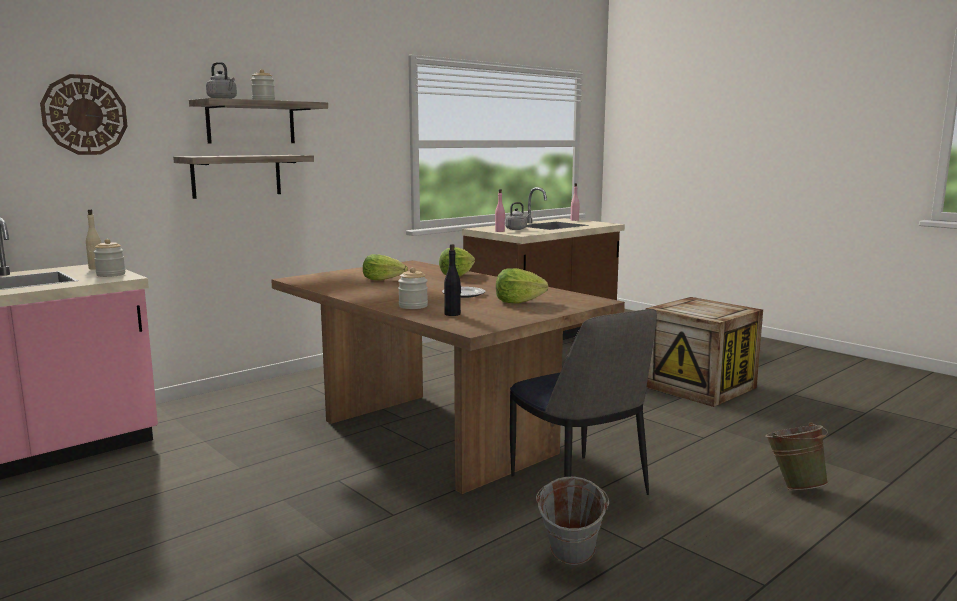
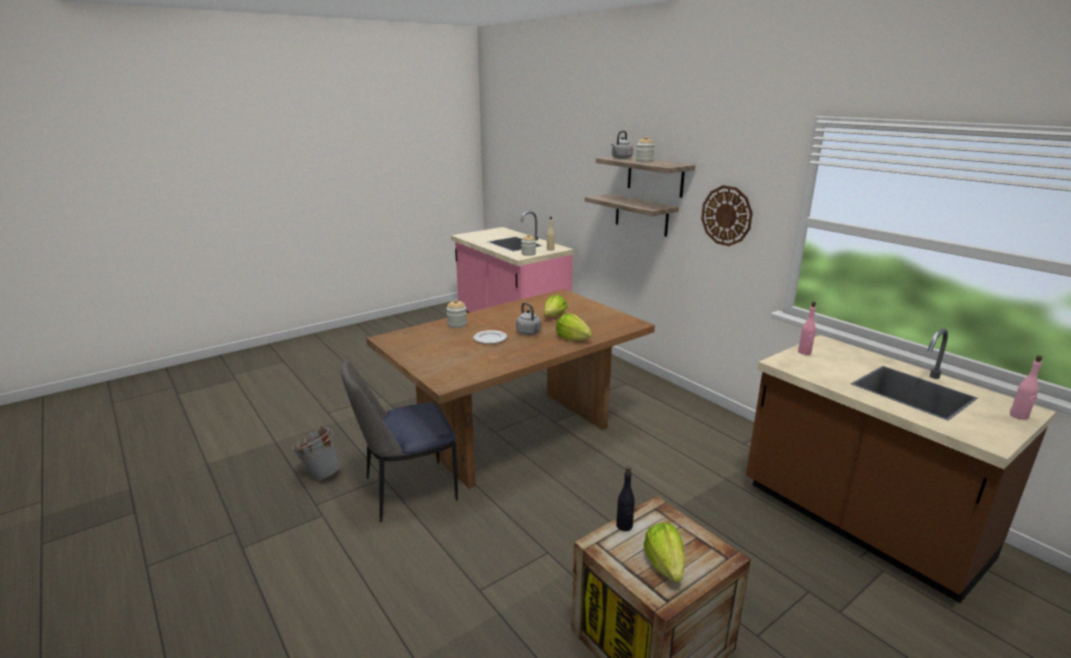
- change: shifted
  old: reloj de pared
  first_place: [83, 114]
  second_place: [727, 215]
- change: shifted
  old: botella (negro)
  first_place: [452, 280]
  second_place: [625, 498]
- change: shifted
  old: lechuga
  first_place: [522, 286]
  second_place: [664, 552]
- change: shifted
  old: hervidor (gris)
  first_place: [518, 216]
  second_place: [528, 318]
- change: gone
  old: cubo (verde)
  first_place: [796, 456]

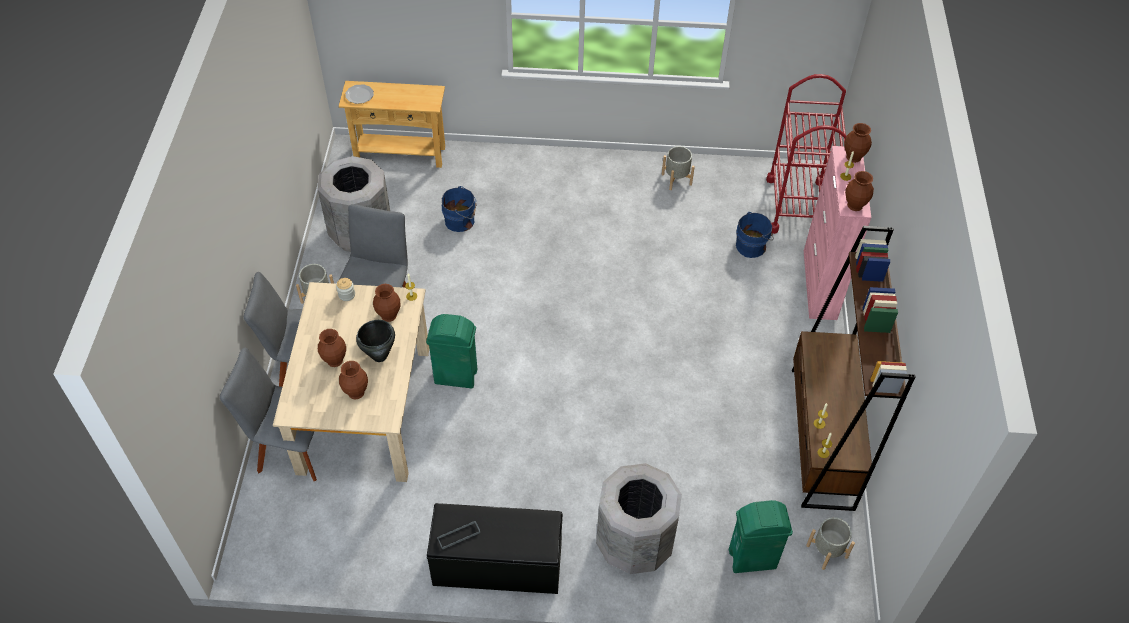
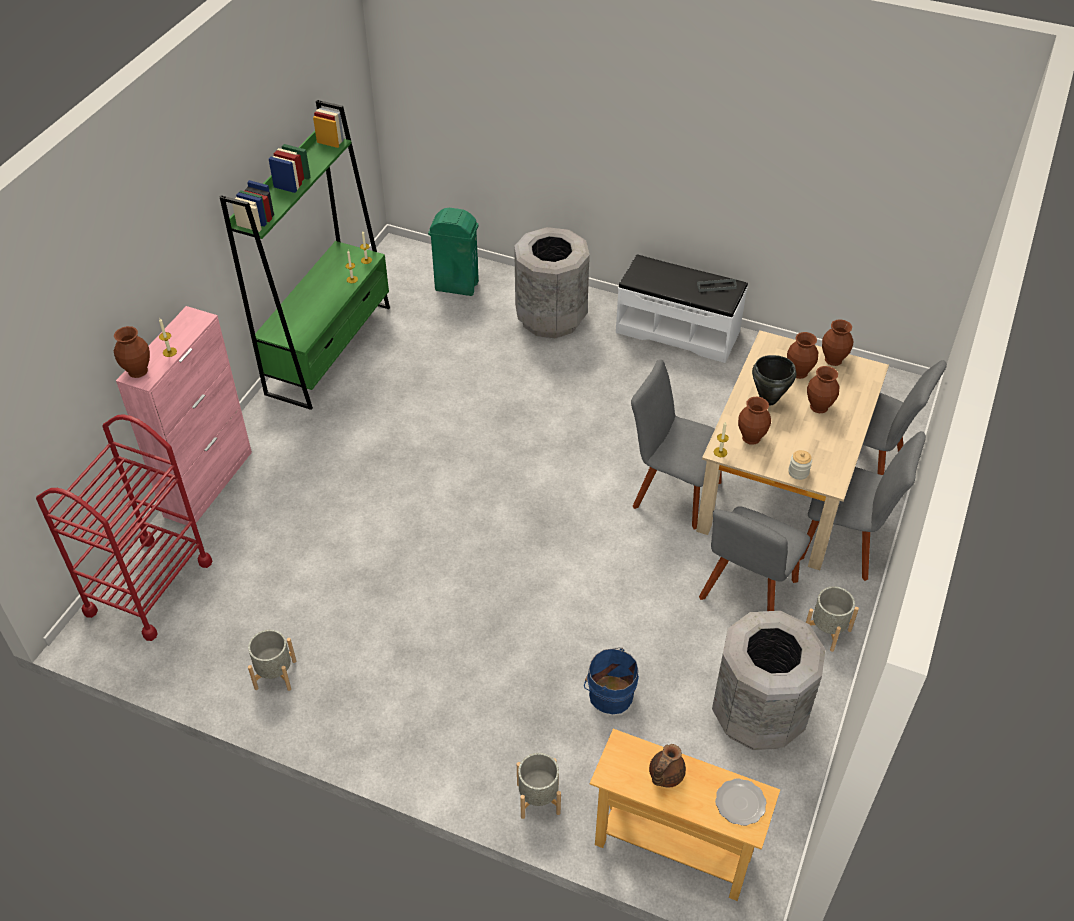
- change: swapped
  old: papelera (verde)
  new: silla (gris)
  first_place: [451, 351]
  second_place: [676, 444]
- change: repainted
  old: banco (negro)
  new: banco (blanco)
  first_place: [495, 548]
  second_place: [682, 308]
- change: gone
  old: cubo (azul)
  first_place: [755, 235]
- change: repainted
  old: estantería (marrón)
  new: estantería (verde)
  first_place: [854, 368]
  second_place: [305, 255]
- change: shifted
  old: maceta (gris)
  first_place: [830, 543]
  second_place: [539, 786]
- change: shifted
  old: florero (marrón)
  first_place: [859, 191]
  second_place: [838, 342]
- change: new
  new: tetera (marrón)
  second_place: [667, 766]

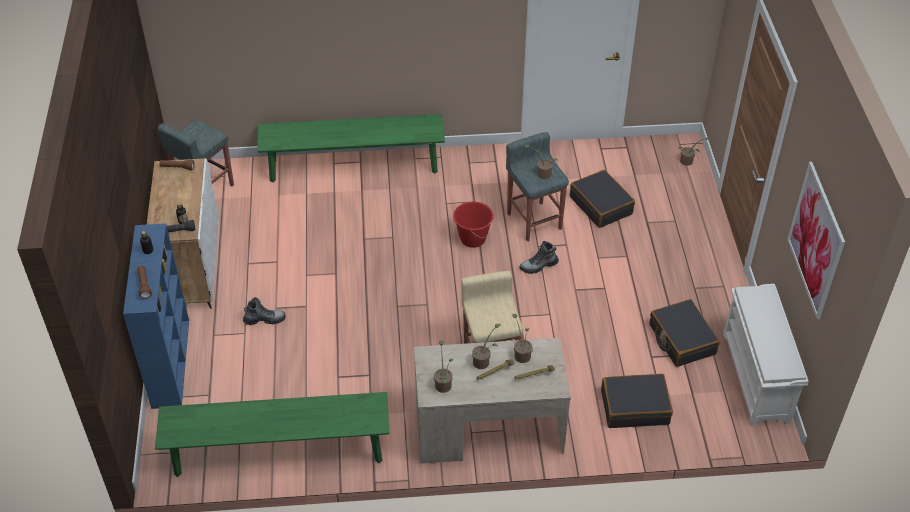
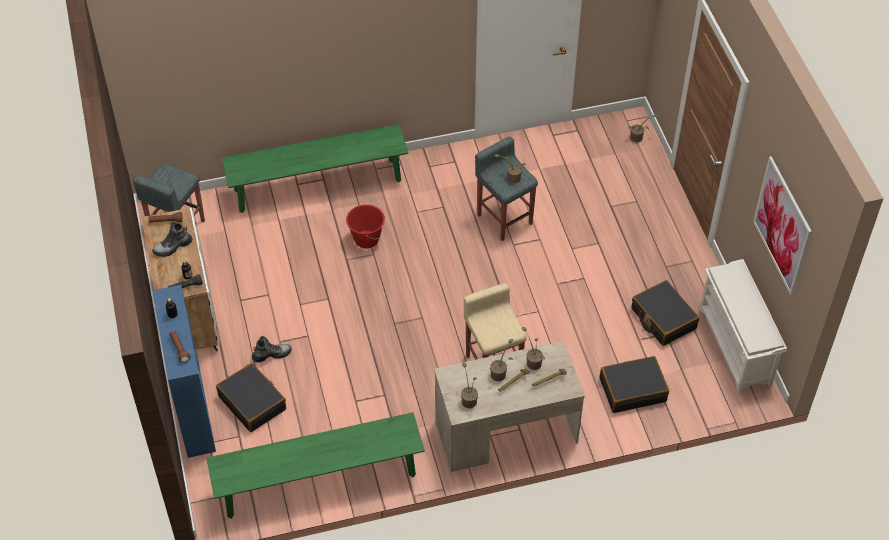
- change: shifted
  old: cubo (rojo)
  first_place: [473, 225]
  second_place: [365, 226]
- change: shifted
  old: bota
  first_place: [539, 257]
  second_place: [172, 239]
- change: shifted
  old: maleta (negro)
  first_place: [602, 199]
  second_place: [251, 397]

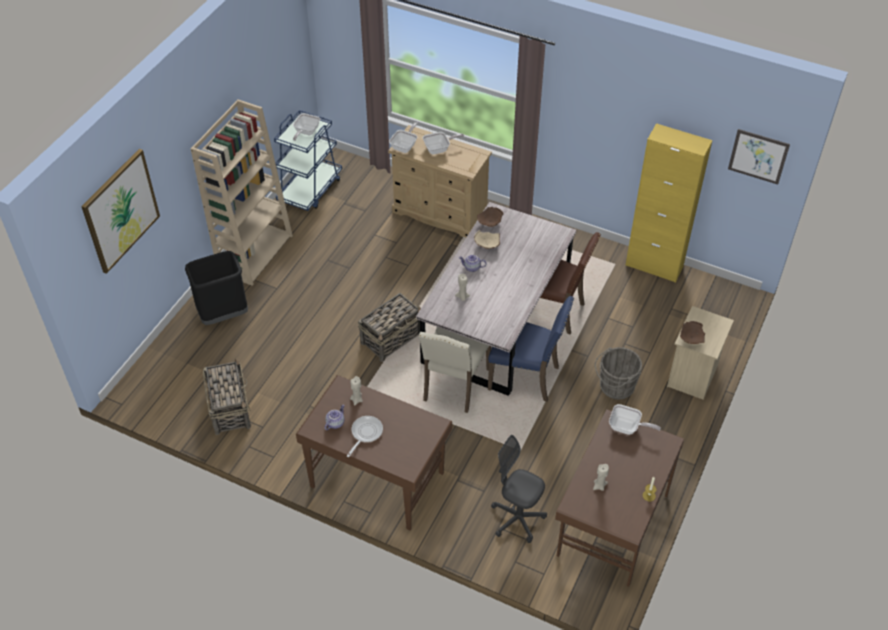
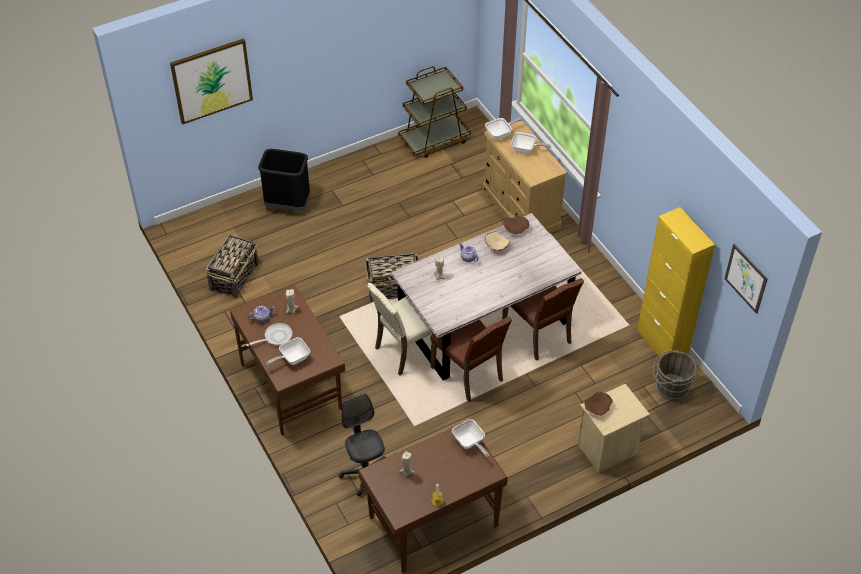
- change: gone
  old: estantería (beis)
  first_place: [241, 192]
- change: repainted
  old: carrito (azul)
  new: carrito (marrón)
  first_place: [308, 160]
  second_place: [434, 112]
- change: shifted
  old: sartén
  first_place: [306, 127]
  second_place: [288, 351]
- change: repainted
  old: silla (azul)
  new: silla (marrón)
  first_place: [531, 349]
  second_place: [471, 359]
- change: shifted
  old: cubo (gris)
  first_place: [618, 373]
  second_place: [675, 374]

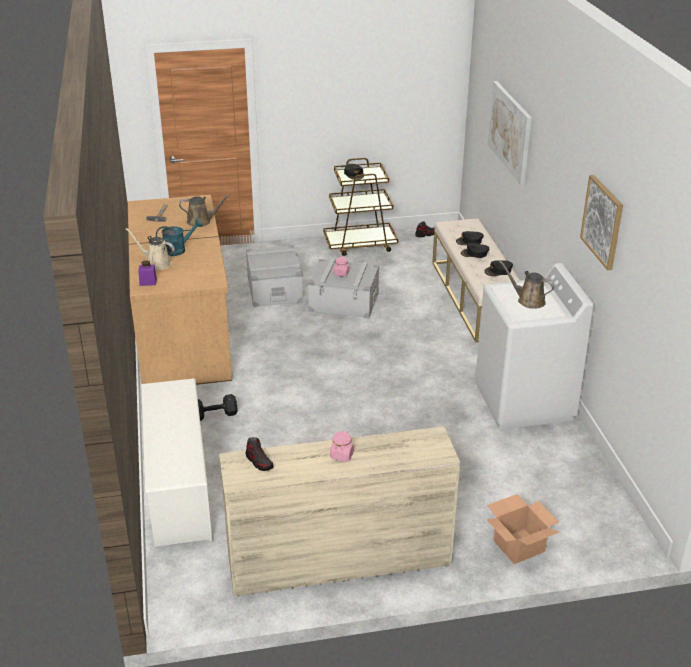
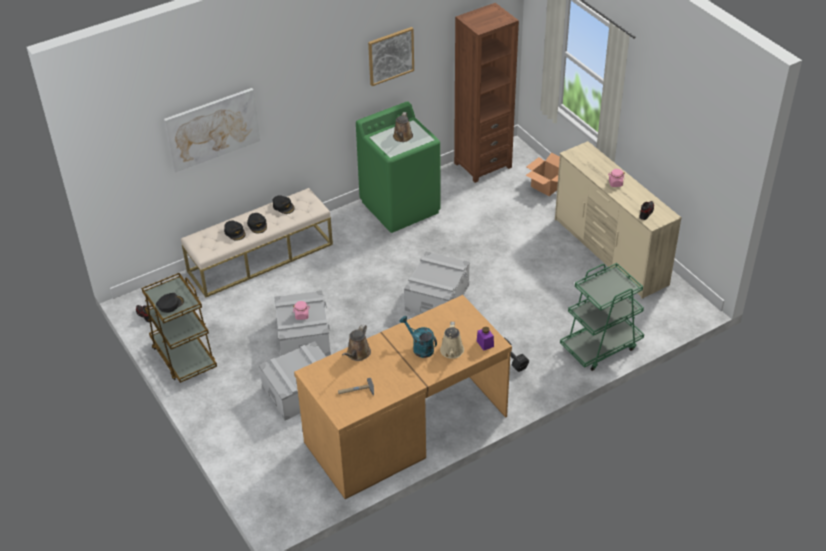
- change: swapped
  old: zapatero (blanco)
  new: carrito (verde)
  first_place: [176, 462]
  second_place: [602, 317]
- change: rotated
  old: regadera (marrón)
  first_place: [204, 210]
  second_place: [356, 342]
  degrees: -135
- change: repainted
  old: lavadora (blanco)
  new: lavadora (verde)
  first_place: [534, 346]
  second_place: [398, 167]
- change: new
  new: caja de almacenaje (gris)
  second_place: [437, 282]
- change: new
  new: estantería (marrón)
  second_place: [486, 93]

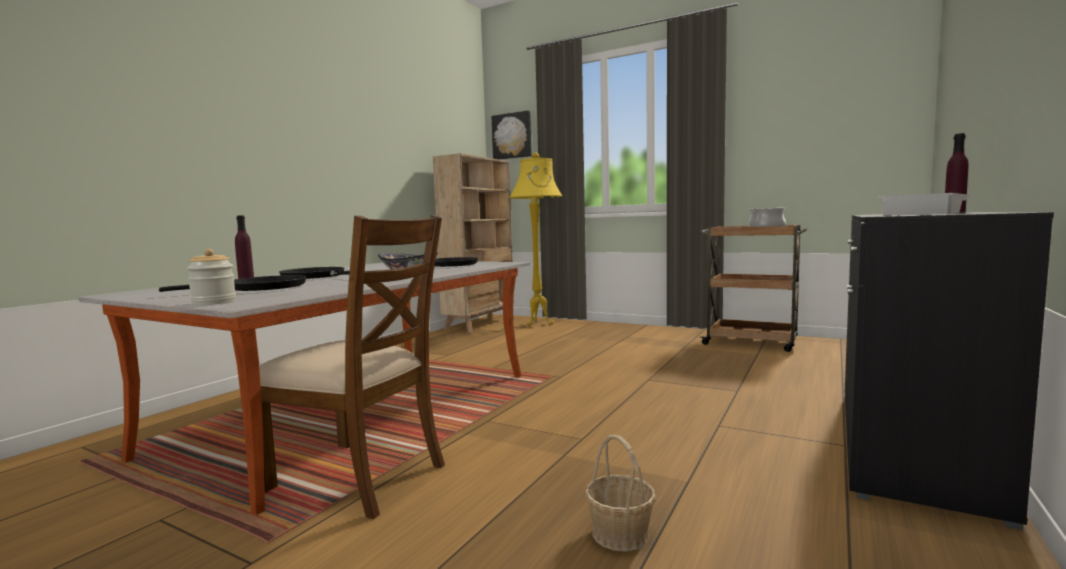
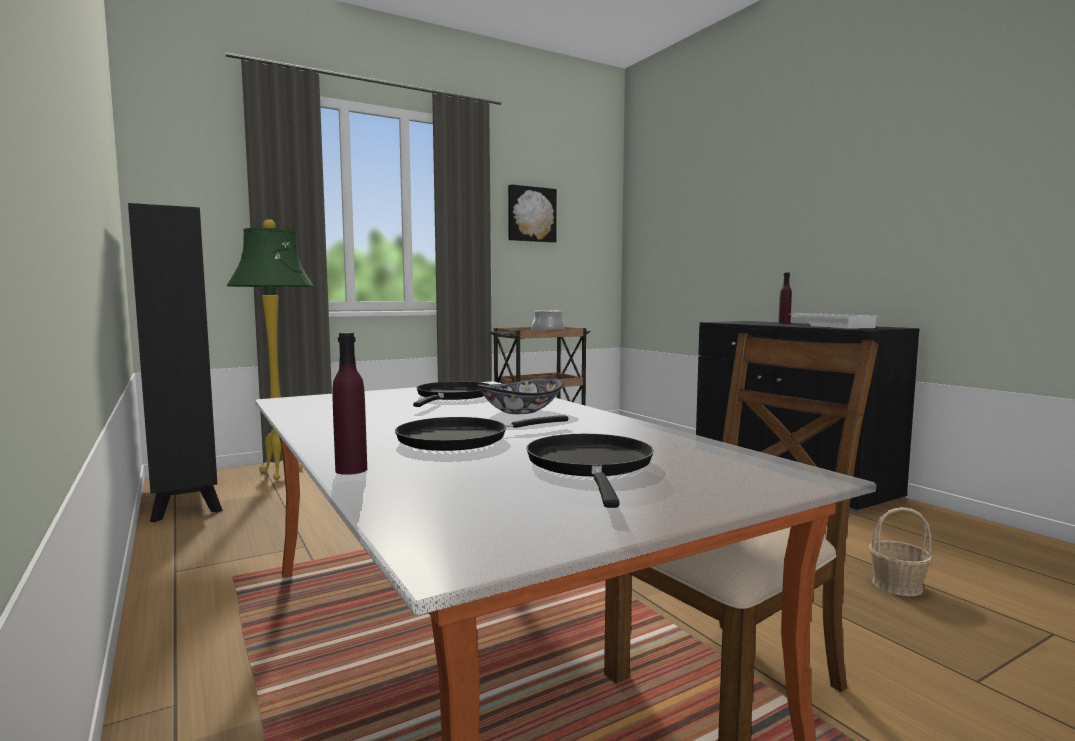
- change: gone
  old: tarro
  first_place: [211, 277]
- change: repainted
  old: estantería (beis)
  new: estantería (negro)
  first_place: [473, 243]
  second_place: [175, 362]
- change: shifted
  old: cuadro
  first_place: [512, 135]
  second_place: [532, 213]
- change: repainted
  old: lámpara de pie (amarillo)
  new: lámpara de pie (verde)
  first_place: [535, 239]
  second_place: [270, 349]

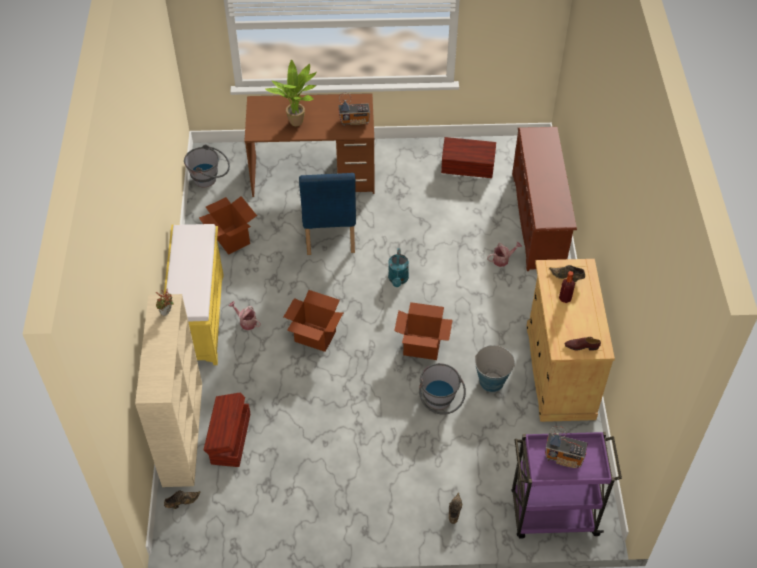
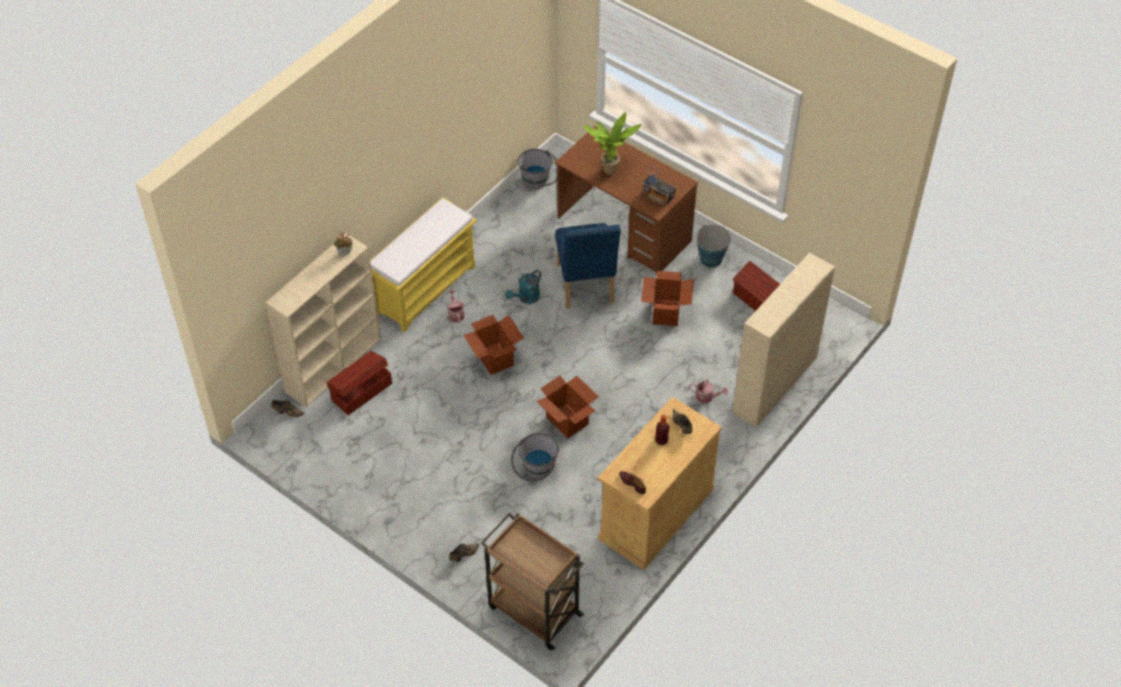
- change: shifted
  old: caja de cartón
  first_place: [228, 225]
  second_place: [667, 298]
- change: rotated
  old: silla (azul)
  first_place: [327, 214]
  second_place: [588, 265]
  degrees: -45
- change: shifted
  old: regadera (turquesa)
  first_place: [398, 267]
  second_place: [523, 287]
- change: shifted
  old: cubo
  first_place: [495, 368]
  second_place: [713, 246]
- change: repainted
  old: carrito (morado)
  new: carrito (marrón)
  first_place: [566, 485]
  second_place: [533, 581]
- change: swapped
  old: zapatero (marrón)
  new: estantería (beis)
  first_place: [544, 199]
  second_place: [783, 340]
- change: gone
  old: radio
  first_place: [566, 447]

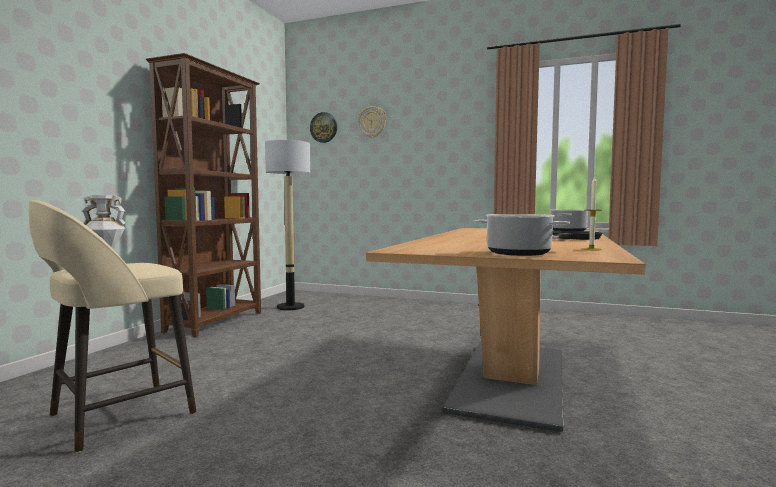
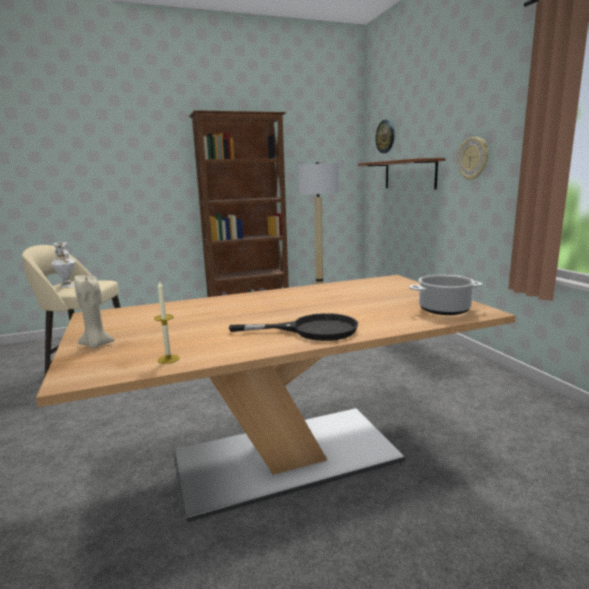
- change: shifted
  old: reloj de pared
  first_place: [372, 122]
  second_place: [472, 159]
- change: swapped
  old: olla
  new: vela (beis)
  first_place: [521, 235]
  second_place: [94, 311]
- change: new
  new: estante (marrón)
  second_place: [401, 173]

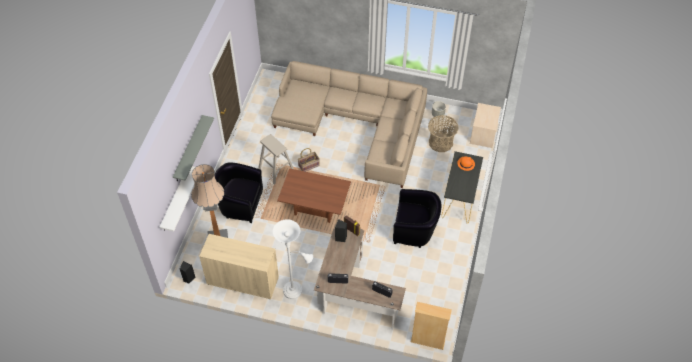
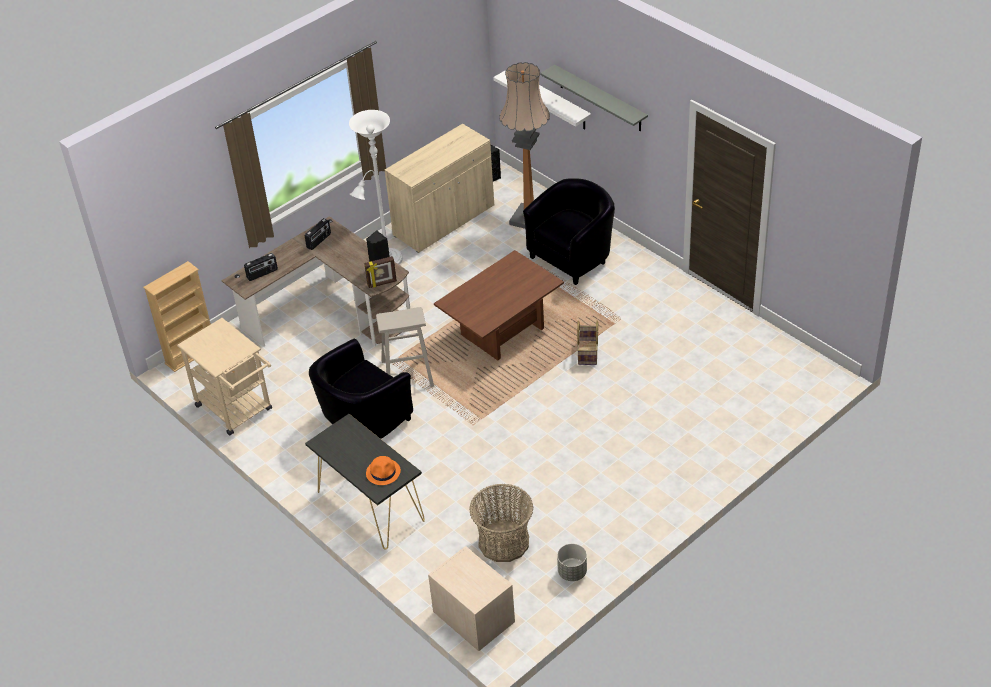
- change: shifted
  old: taburete (beis)
  first_place: [276, 159]
  second_place: [405, 347]
- change: gone
  old: sofá (beis)
  first_place: [349, 124]
- change: new
  new: carrito (beis)
  second_place: [224, 377]

